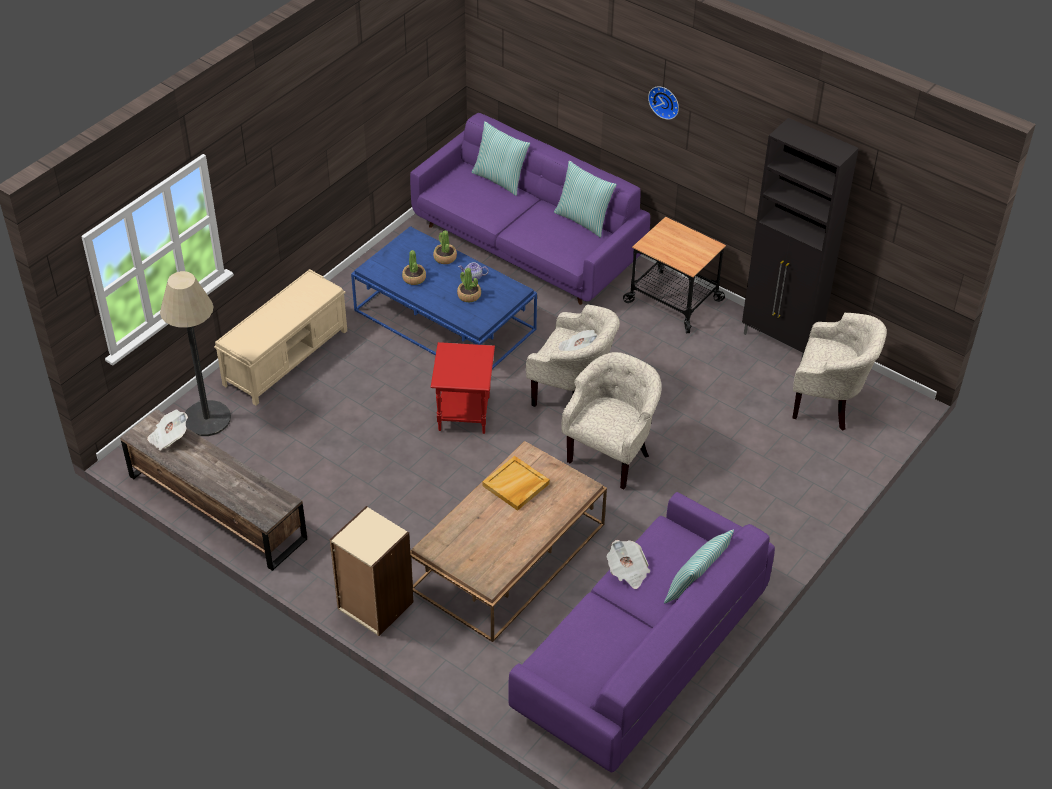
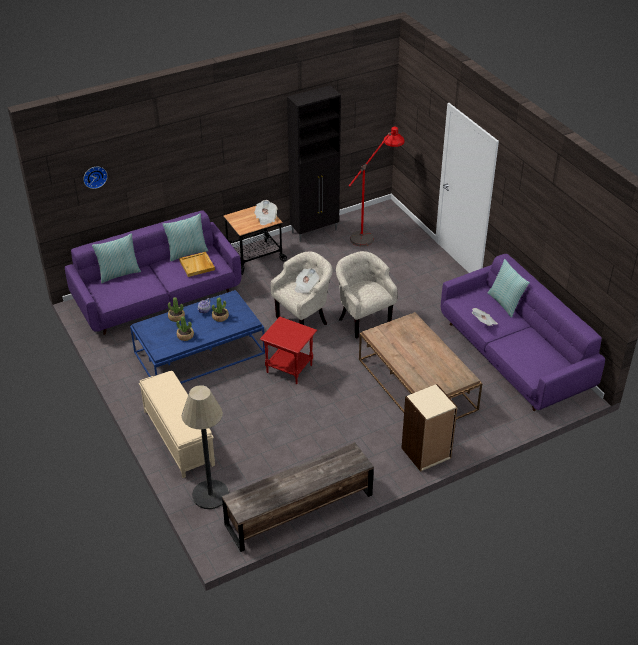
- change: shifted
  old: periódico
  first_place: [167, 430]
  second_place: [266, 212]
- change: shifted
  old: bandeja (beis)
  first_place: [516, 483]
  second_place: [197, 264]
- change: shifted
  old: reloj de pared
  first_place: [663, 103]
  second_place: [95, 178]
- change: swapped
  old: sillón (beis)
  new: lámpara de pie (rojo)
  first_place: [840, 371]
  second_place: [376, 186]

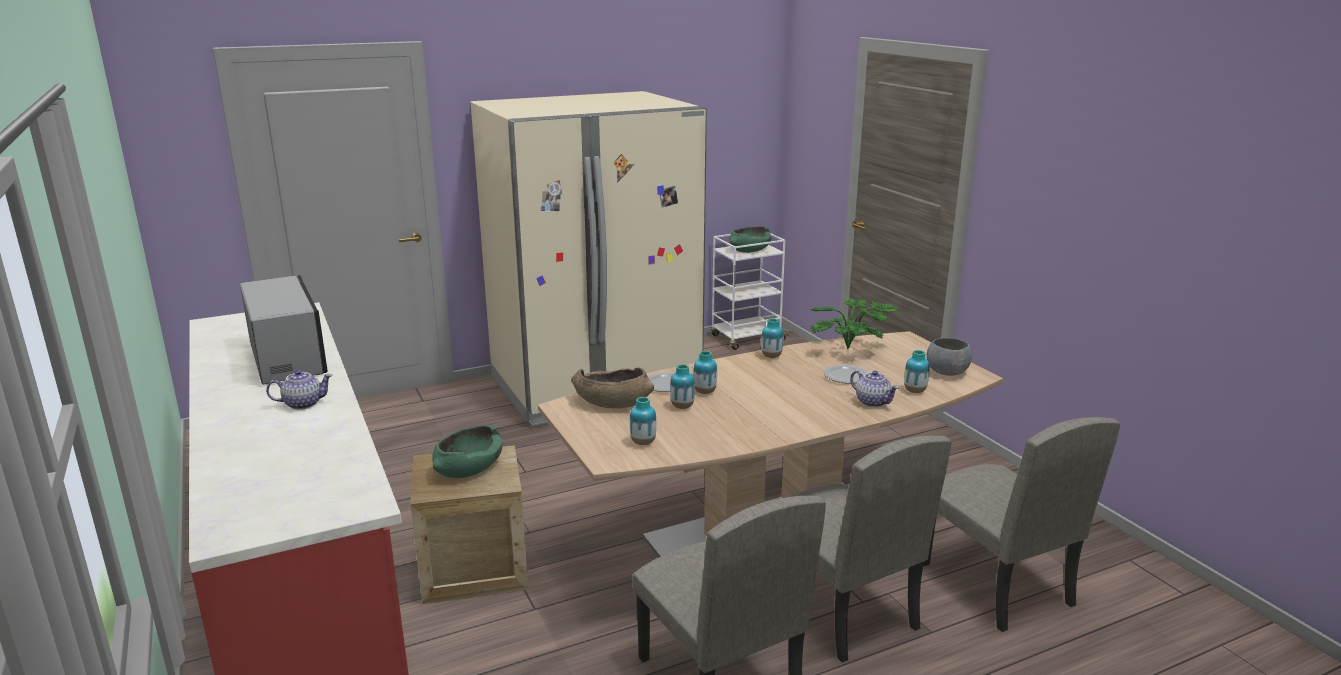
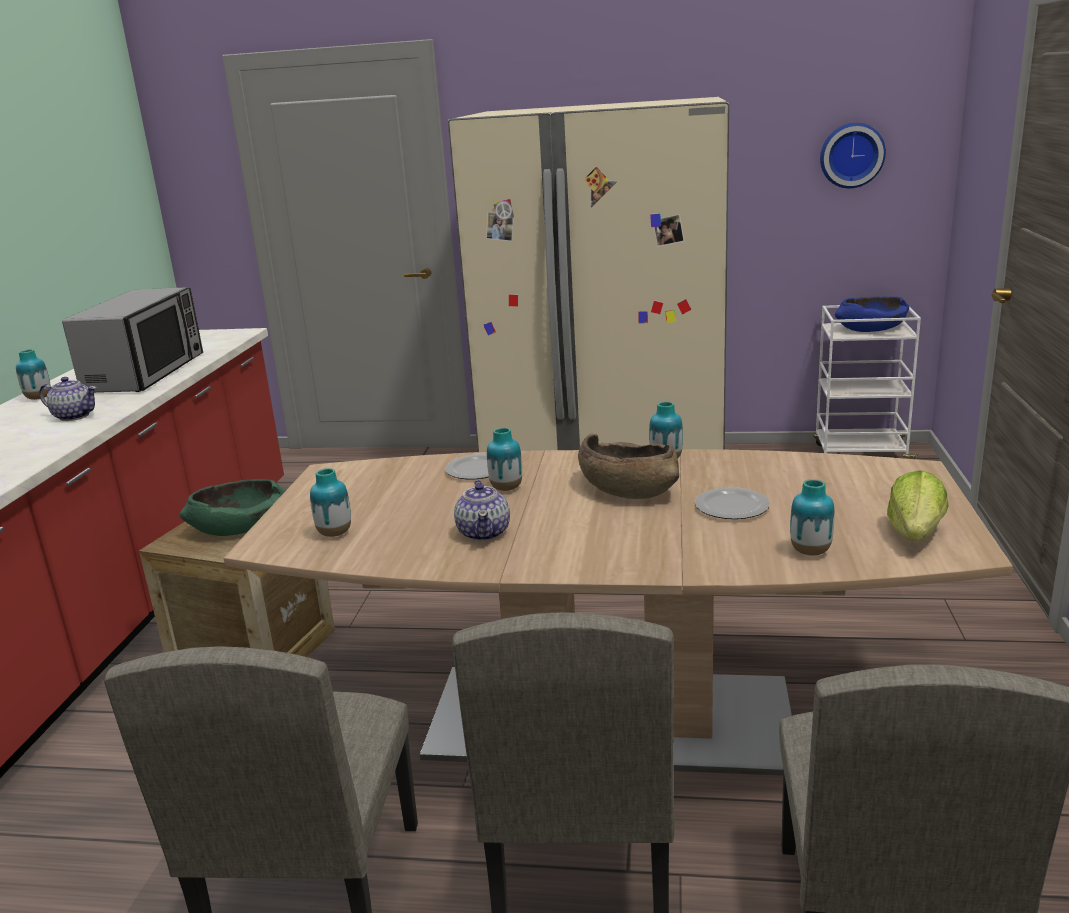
- change: shifted
  old: cuenco (marrón)
  first_place: [612, 387]
  second_place: [628, 466]
- change: shifted
  old: florero
  first_place: [682, 386]
  second_place: [33, 374]
- change: repainted
  old: cuenco (verde)
  new: cuenco (azul)
  first_place: [751, 239]
  second_place: [872, 314]
- change: gone
  old: planta en maceta
  first_place: [855, 323]
- change: shifted
  old: tetera
  first_place: [874, 388]
  second_place: [482, 510]
- change: swapped
  old: cuenco (gris)
  new: lechuga
  first_place: [949, 357]
  second_place: [918, 505]
- change: new
  new: reloj de pared
  second_place: [853, 155]

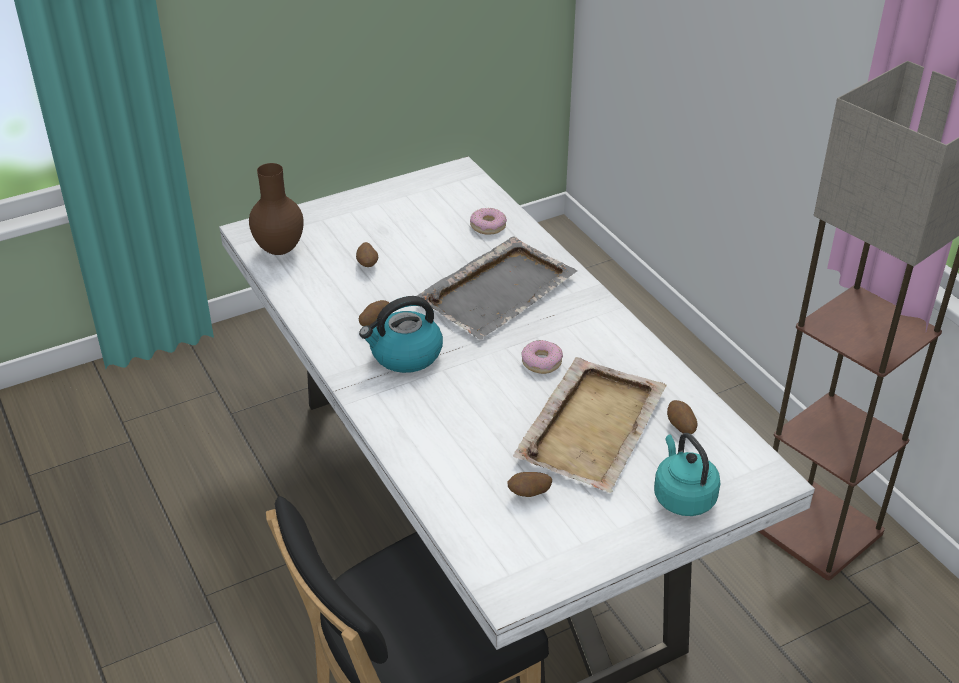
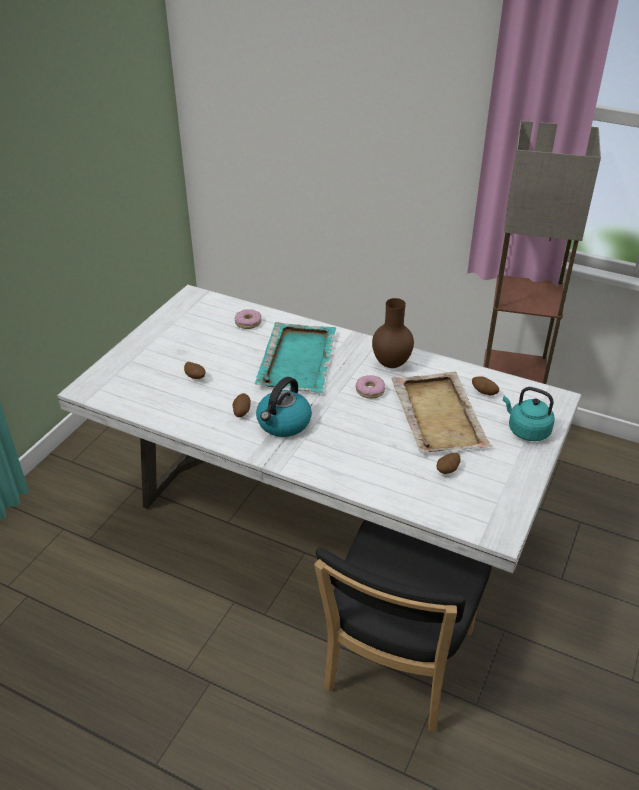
- change: shifted
  old: florero (marrón)
  first_place: [276, 209]
  second_place: [393, 333]
- change: repainted
  old: bandeja (gris)
  new: bandeja (turquesa)
  first_place: [497, 288]
  second_place: [295, 357]

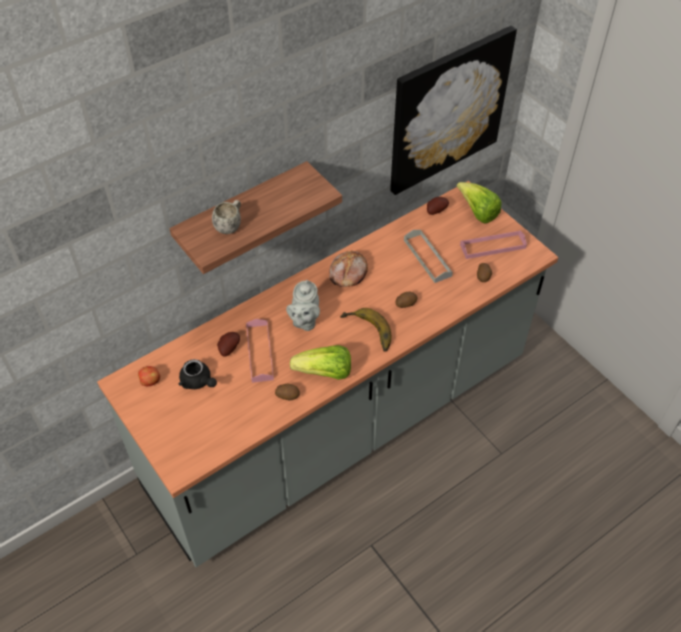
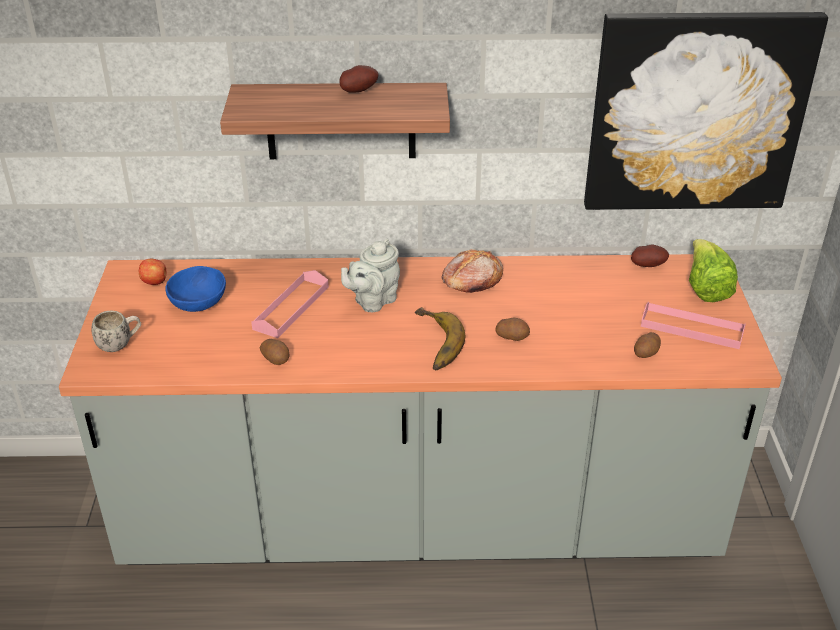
- change: swapped
  old: tetera (negro)
  new: cuenco (azul)
  first_place: [198, 374]
  second_place: [195, 289]
- change: shifted
  old: taza grande (blanco)
  first_place: [226, 217]
  second_place: [116, 331]
- change: shifted
  old: patata
  first_place: [228, 344]
  second_place: [358, 79]
- change: gone
  old: lechuga
  first_place: [320, 362]
- change: gone
  old: bandeja (gris)
  first_place: [428, 256]

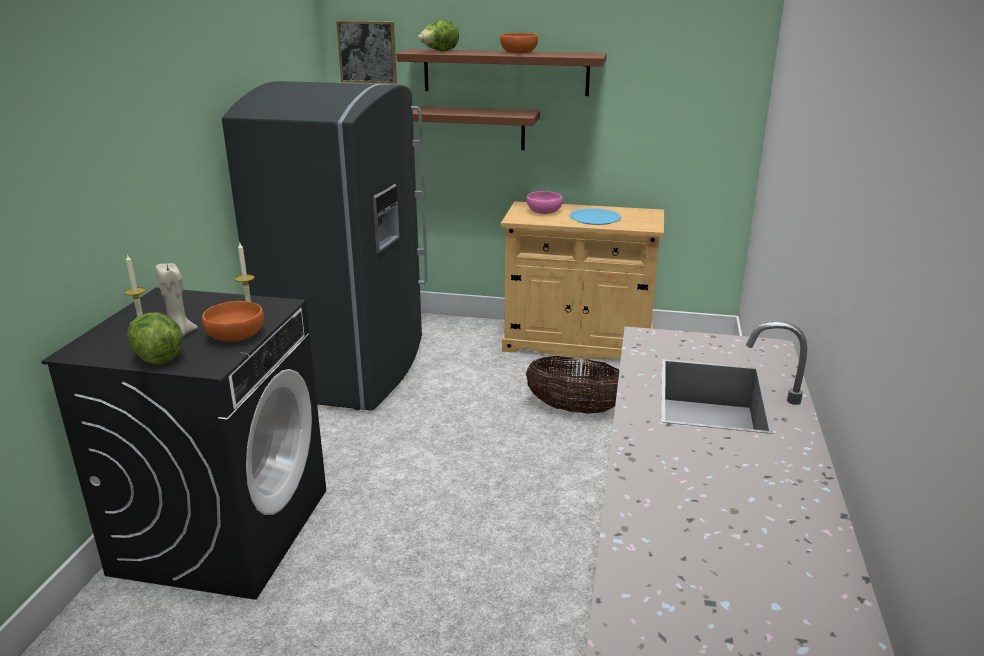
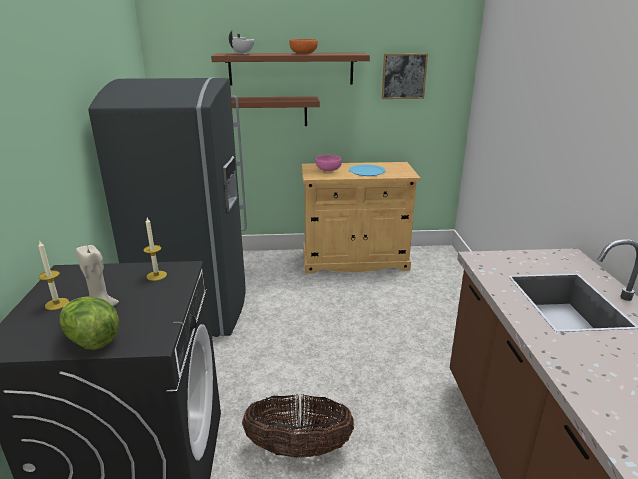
- change: gone
  old: cuenco (naranja)
  first_place: [233, 321]
- change: shifted
  old: cuadro
  first_place: [366, 52]
  second_place: [405, 76]
- change: swapped
  old: lechuga
  new: tetera (blanco)
  first_place: [438, 35]
  second_place: [242, 42]
- change: shifted
  old: cesta
  first_place: [572, 385]
  second_place: [298, 426]

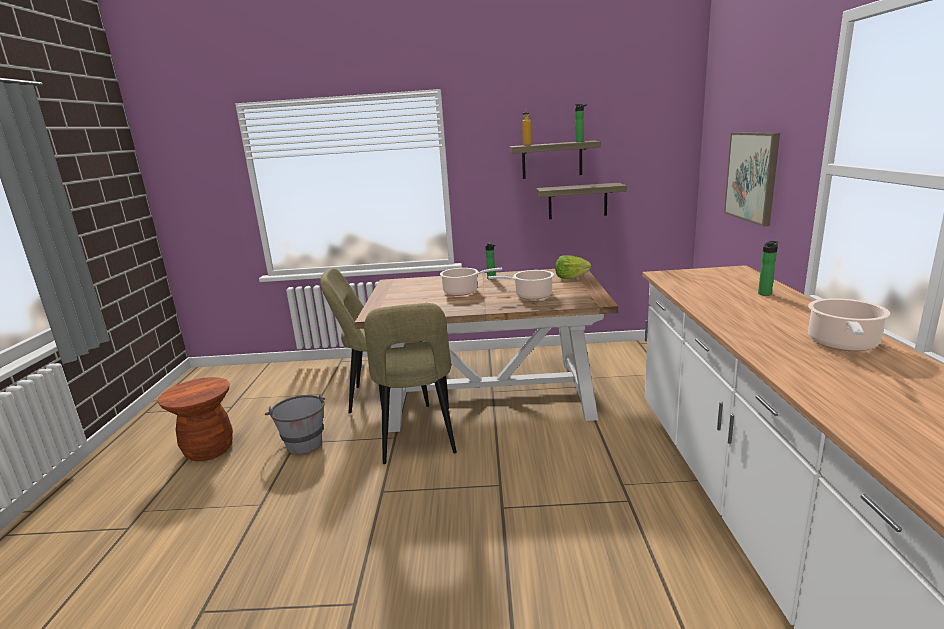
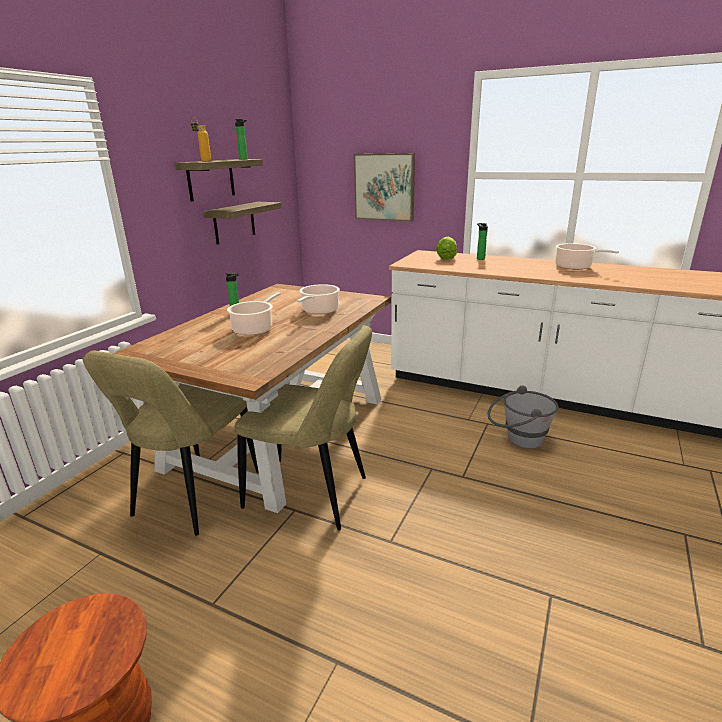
- change: shifted
  old: cubo (gris)
  first_place: [295, 424]
  second_place: [523, 417]
- change: shifted
  old: lechuga
  first_place: [573, 267]
  second_place: [446, 248]

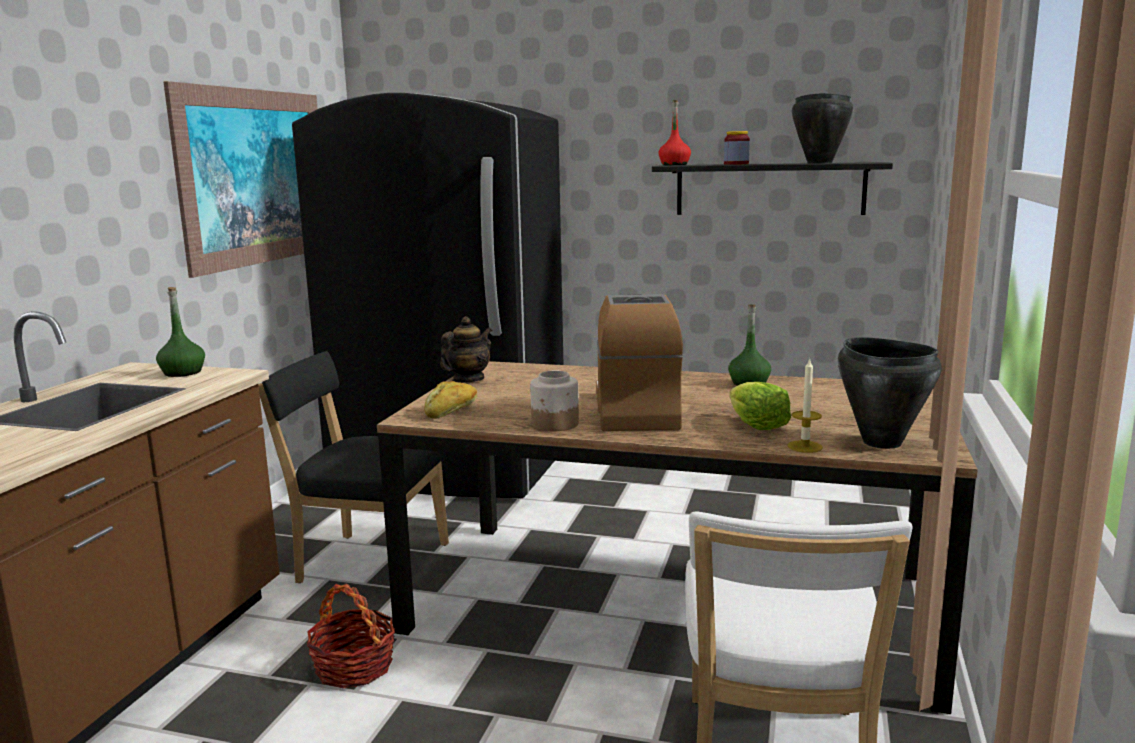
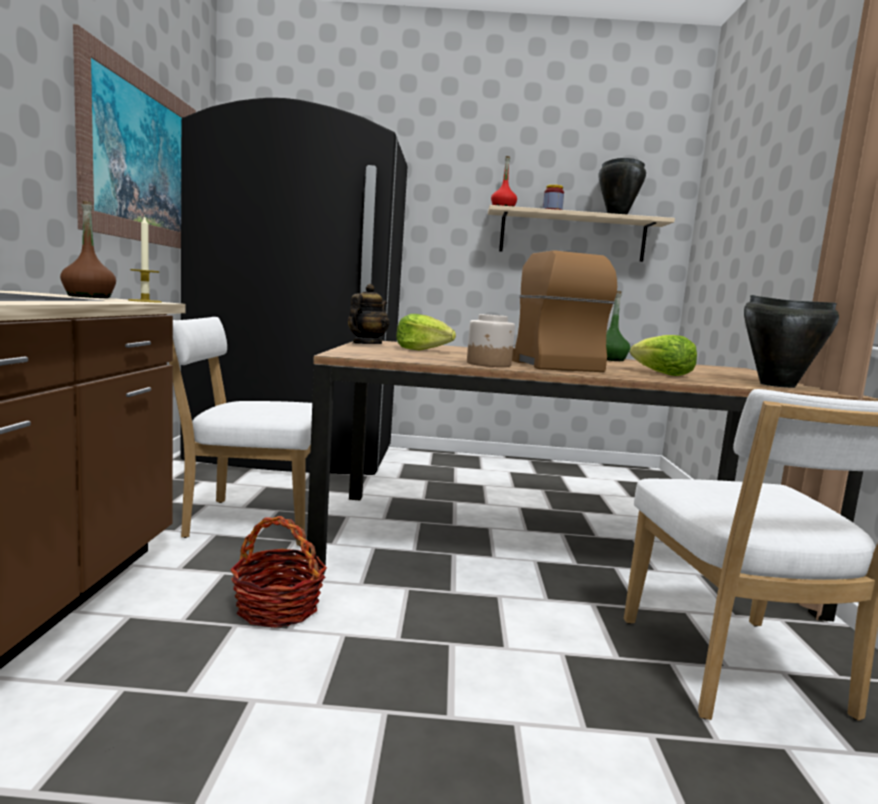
- change: repainted
  old: botella (verde)
  new: botella (marrón)
  first_place: [180, 332]
  second_place: [88, 249]
- change: repainted
  old: silla (negro)
  new: silla (blanco)
  first_place: [353, 467]
  second_place: [240, 431]
- change: gone
  old: pan
  first_place: [450, 400]
- change: repainted
  old: estante (negro)
  new: estante (beis)
  first_place: [772, 188]
  second_place: [581, 233]
- change: shifted
  old: vela
  first_place: [805, 405]
  second_place: [145, 259]
- change: new
  new: lechuga
  second_place: [426, 332]

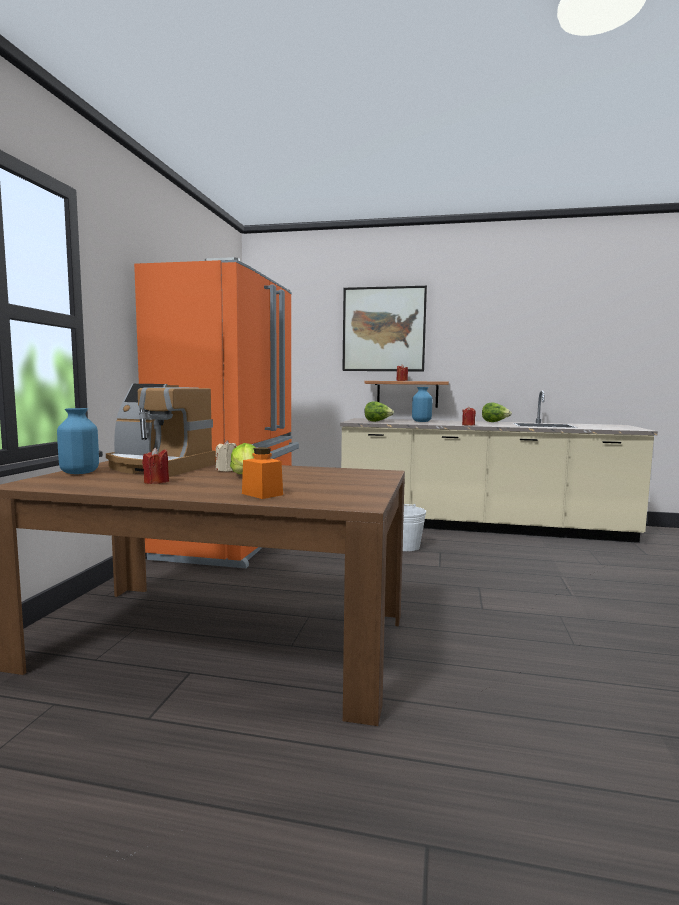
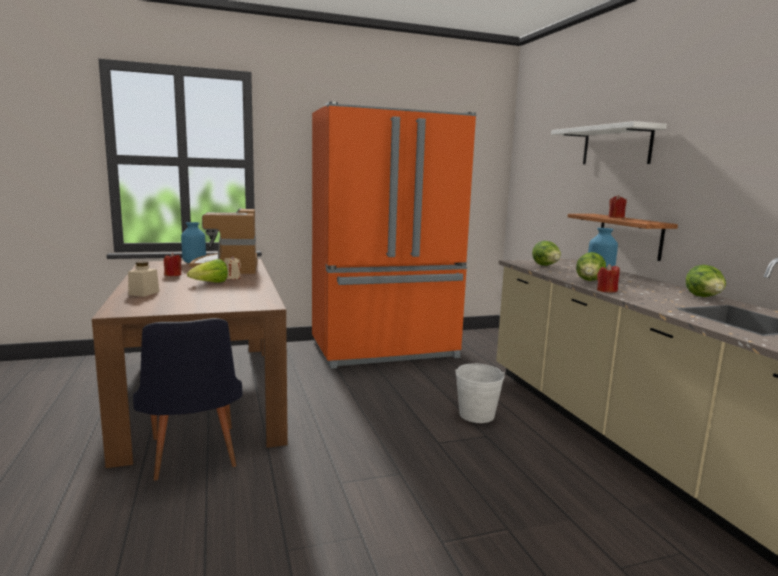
- change: repainted
  old: tarro (naranja)
  new: tarro (beis)
  first_place: [262, 473]
  second_place: [143, 279]
- change: swapped
  old: cuadro
  new: estante (blanco)
  first_place: [384, 329]
  second_place: [609, 142]
- change: new
  new: silla (negro)
  second_place: [187, 399]
- change: new
  new: lechuga
  second_place: [591, 266]

